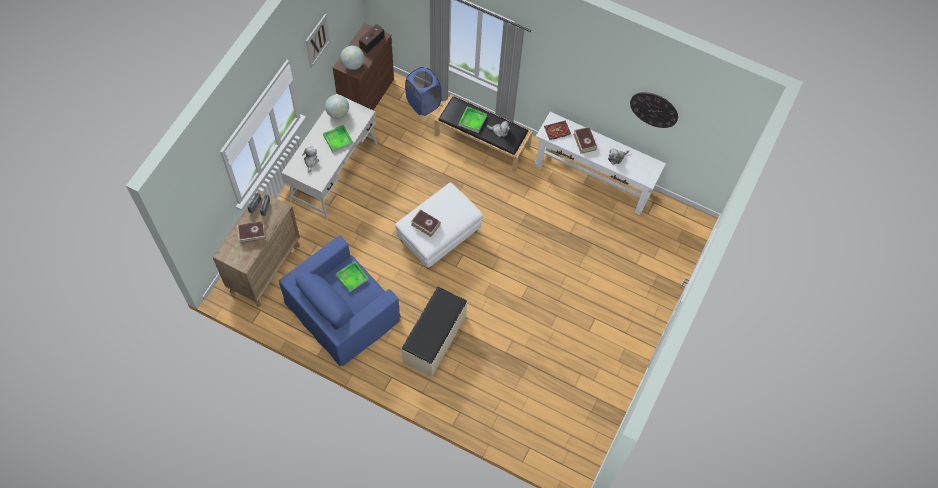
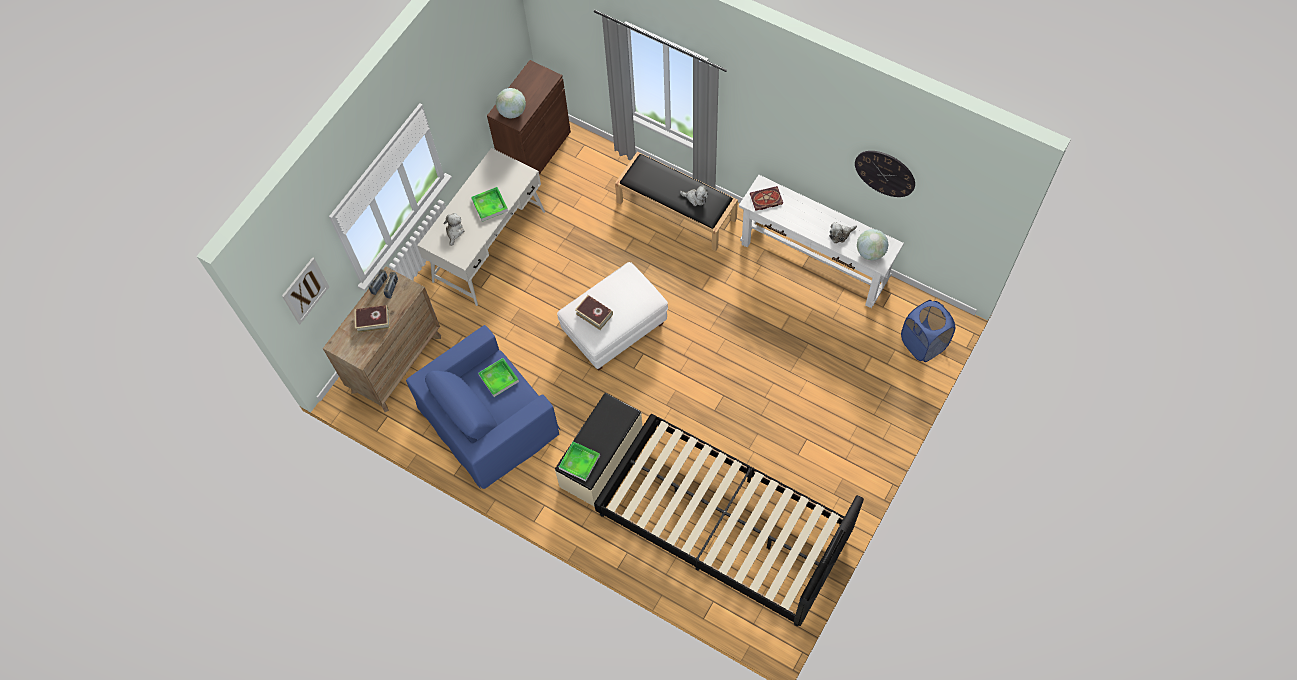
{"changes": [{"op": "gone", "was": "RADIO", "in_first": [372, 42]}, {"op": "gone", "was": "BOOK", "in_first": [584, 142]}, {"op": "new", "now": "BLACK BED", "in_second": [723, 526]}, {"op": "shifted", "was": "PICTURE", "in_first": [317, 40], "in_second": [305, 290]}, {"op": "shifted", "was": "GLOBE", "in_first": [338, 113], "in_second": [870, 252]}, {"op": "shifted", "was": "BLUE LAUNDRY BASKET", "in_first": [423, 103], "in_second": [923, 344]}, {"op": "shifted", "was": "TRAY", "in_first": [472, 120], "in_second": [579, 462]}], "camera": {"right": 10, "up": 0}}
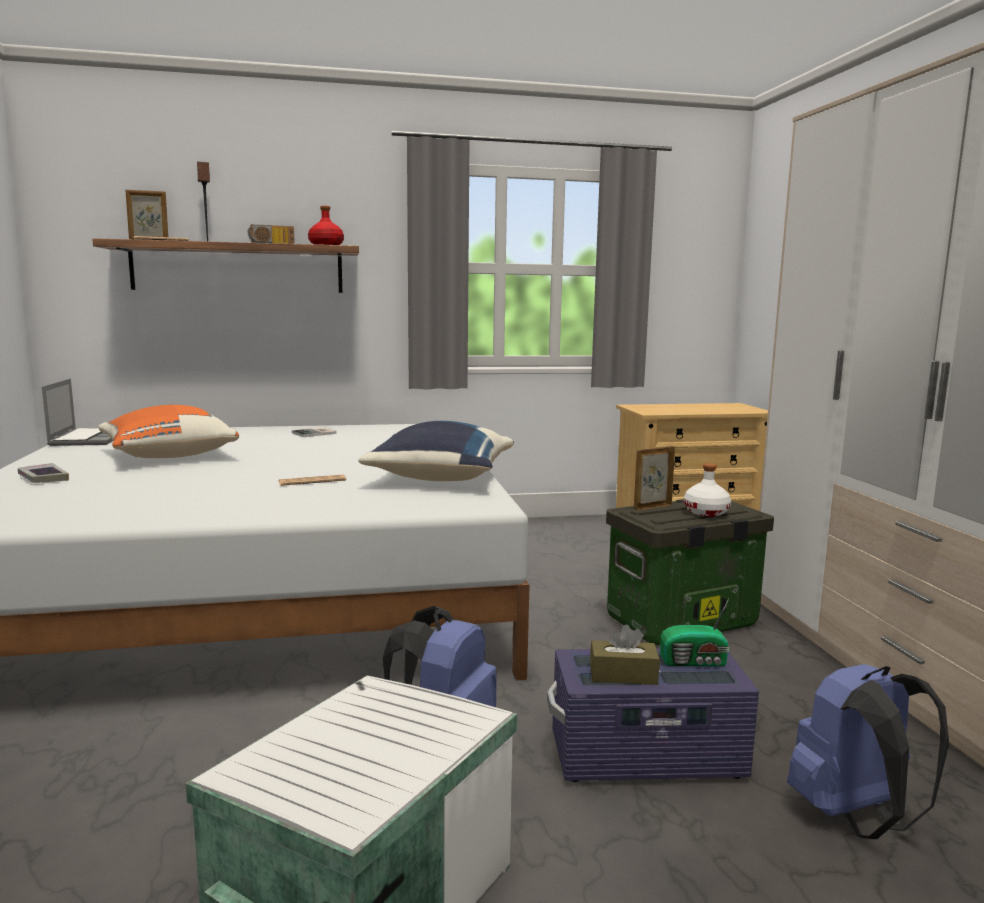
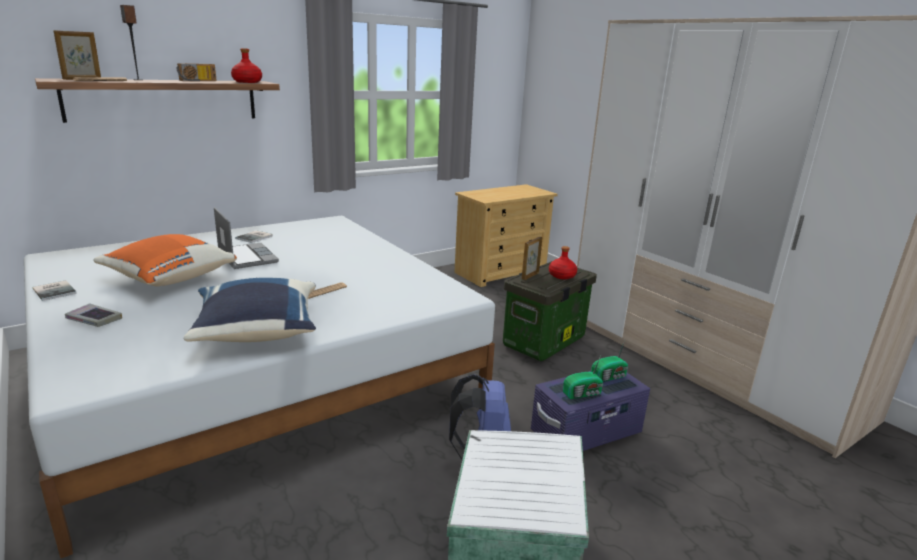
{"changes": [{"op": "gone", "was": "BLUE BACKPACK", "in_first": [855, 817]}, {"op": "new", "now": "BOOK", "in_second": [55, 290]}, {"op": "shifted", "was": "LAPTOP", "in_first": [88, 439], "in_second": [246, 257]}, {"op": "shifted", "was": "BLUE PILLOW", "in_first": [438, 478], "in_second": [256, 332]}, {"op": "swapped", "was": "BROWN TISSUE BOX", "now": "RADIO", "in_first": [623, 675], "in_second": [583, 393]}, {"op": "repainted", "was": "WHITE BOTTLE", "now": "RED BOTTLE", "in_first": [706, 512], "in_second": [562, 276]}], "camera": {"right": -25, "up": 10}}
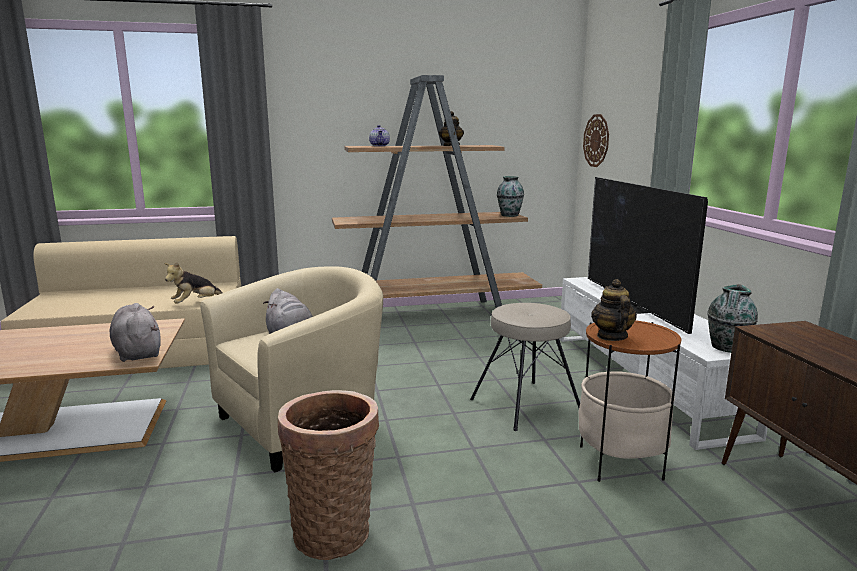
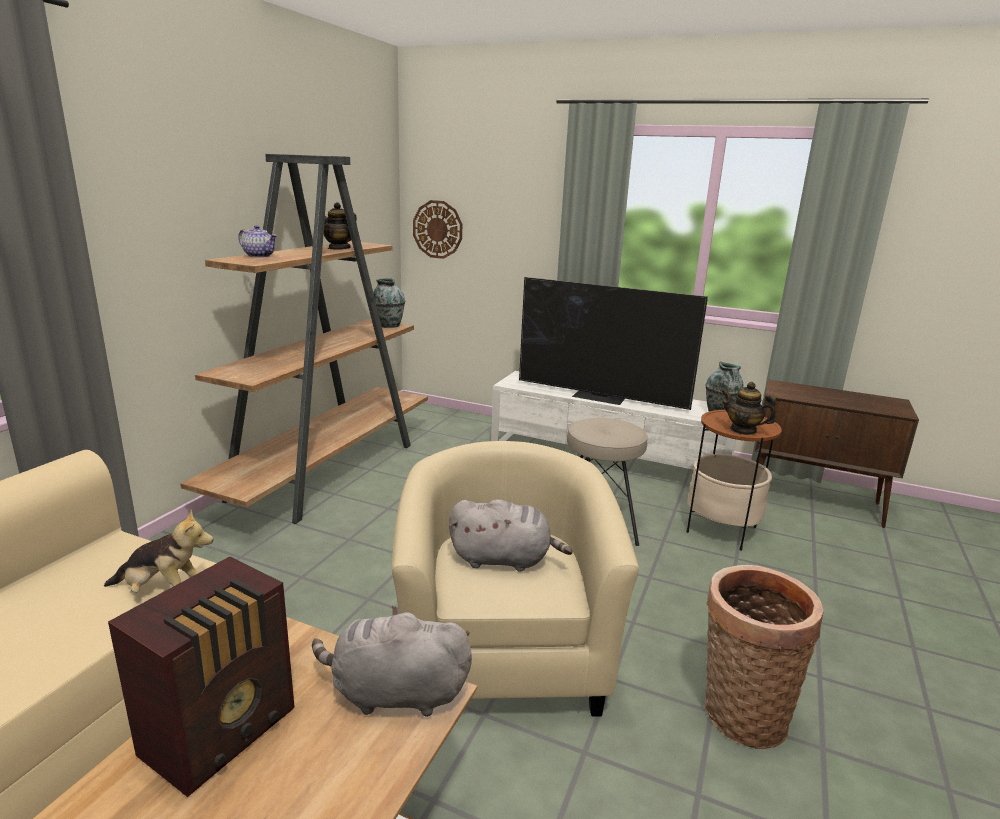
{"changes": [{"op": "new", "now": "RADIO", "in_second": [223, 731]}, {"op": "rotated", "was": "PLUSH TOY", "in_first": [196, 304], "in_second": [163, 591], "clockwise": -75}], "camera": {"right": -55, "up": 5}}
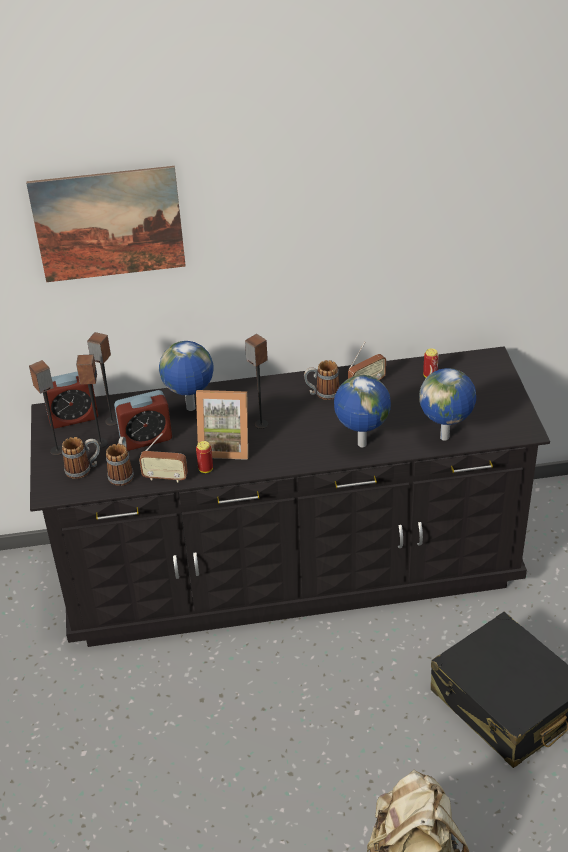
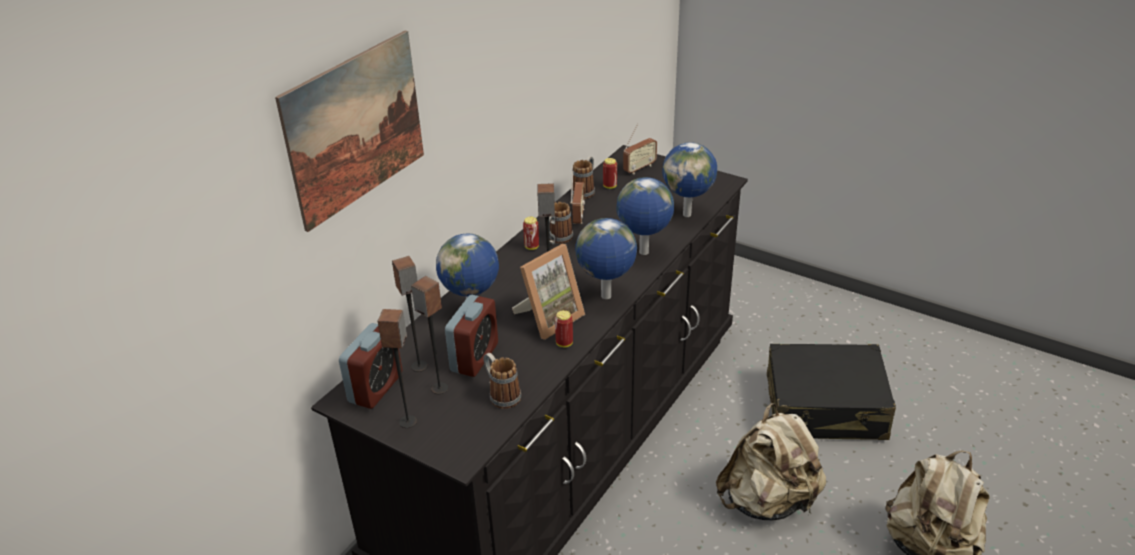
{"changes": [{"op": "new", "now": "CAN", "in_second": [531, 247]}, {"op": "new", "now": "GLOBE", "in_second": [606, 297]}, {"op": "new", "now": "BEIGE BACKPACK", "in_second": [767, 501]}, {"op": "shifted", "was": "MUG", "in_first": [84, 469], "in_second": [585, 191]}, {"op": "shifted", "was": "RADIO", "in_first": [165, 477], "in_second": [639, 168]}], "camera": {"right": -50, "up": -5}}
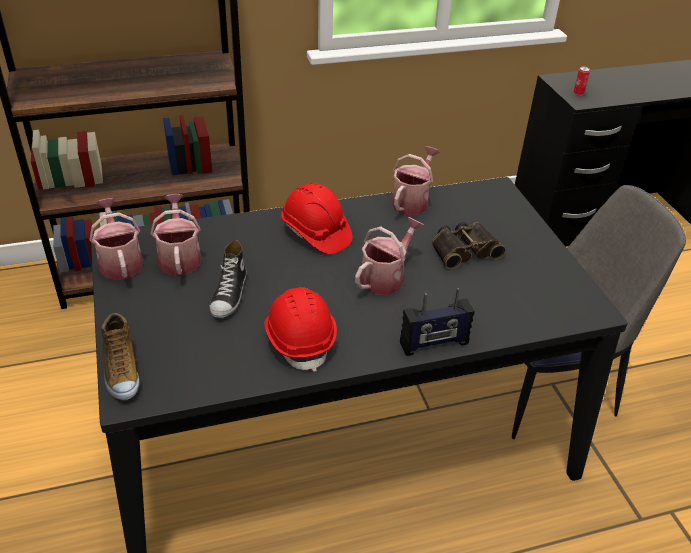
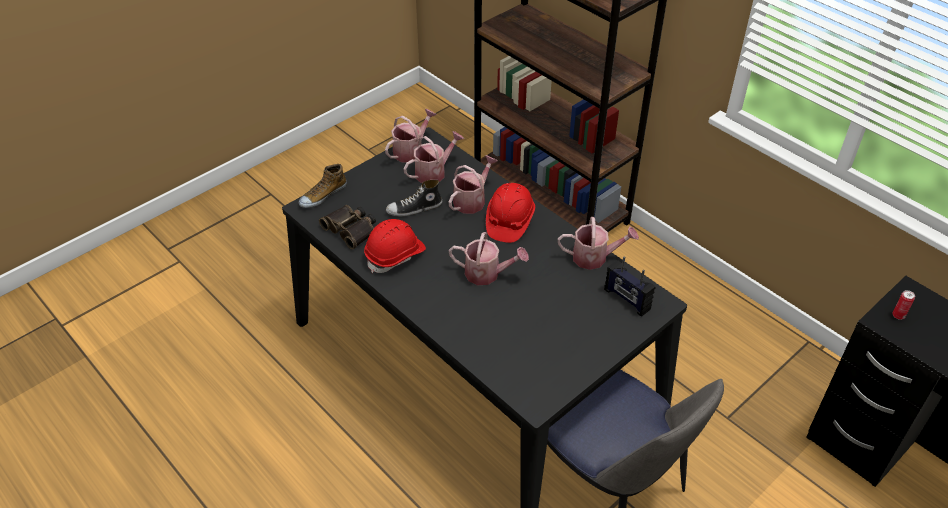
{"changes": [{"op": "new", "now": "WATERING CAN", "in_second": [472, 200]}, {"op": "shifted", "was": "RADIO", "in_first": [434, 344], "in_second": [626, 300]}, {"op": "shifted", "was": "BINOCULARS", "in_first": [463, 250], "in_second": [351, 229]}], "camera": {"right": 65, "up": 5}}
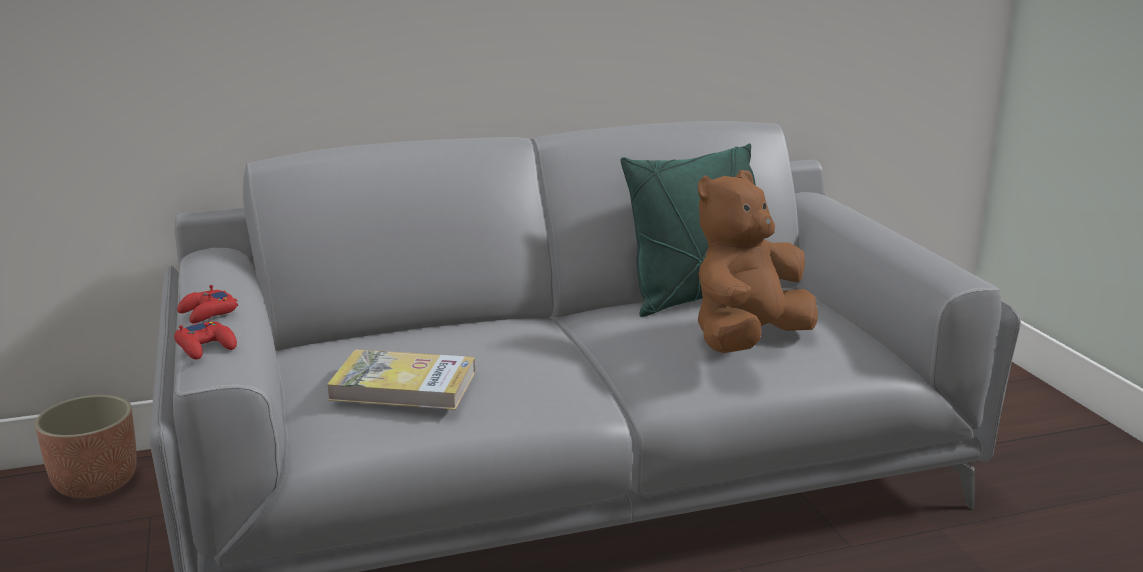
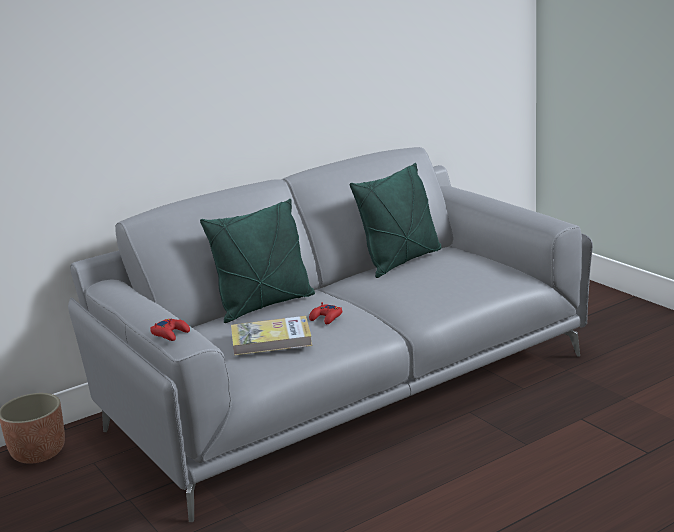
{"changes": [{"op": "gone", "was": "BROWN PLUSH TOY", "in_first": [747, 341]}, {"op": "new", "now": "GREEN PILLOW", "in_second": [264, 305]}, {"op": "shifted", "was": "RED GAME CONTROLLER", "in_first": [207, 313], "in_second": [326, 318]}], "camera": {"right": -15, "up": 0}}
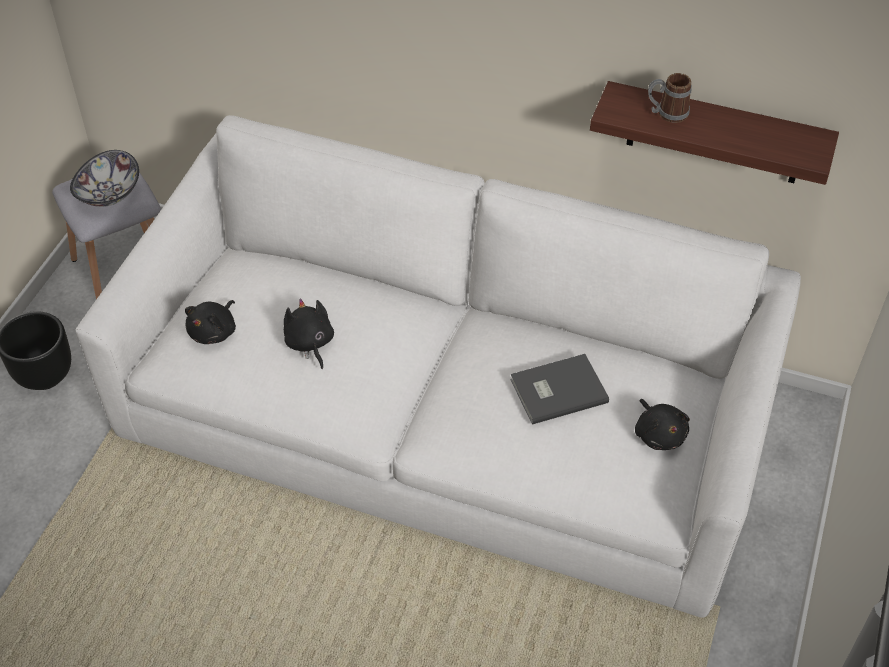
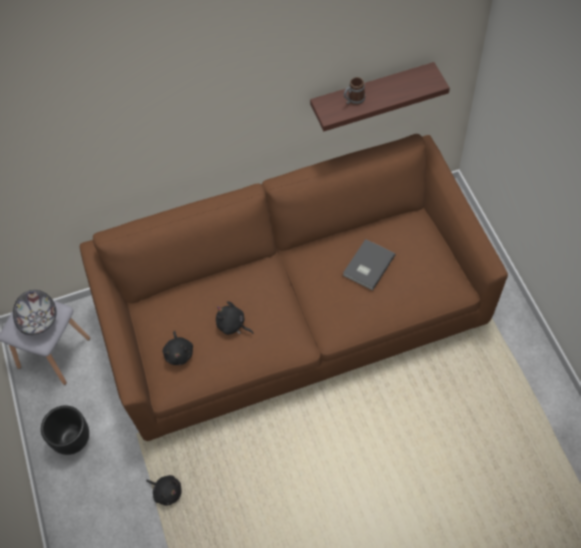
{"changes": [{"op": "shifted", "was": "BLACK PLUSH TOY", "in_first": [659, 434], "in_second": [167, 492]}, {"op": "repainted", "was": "WHITE SOFA", "now": "BROWN SOFA", "in_first": [445, 414], "in_second": [293, 311]}], "camera": {"right": -35, "up": 10}}
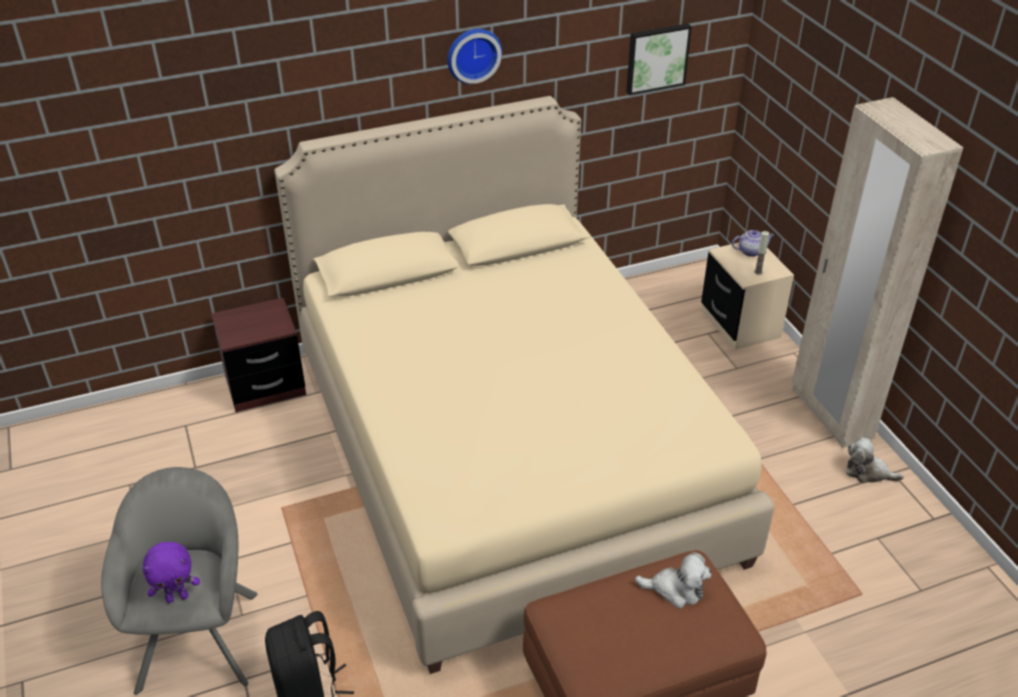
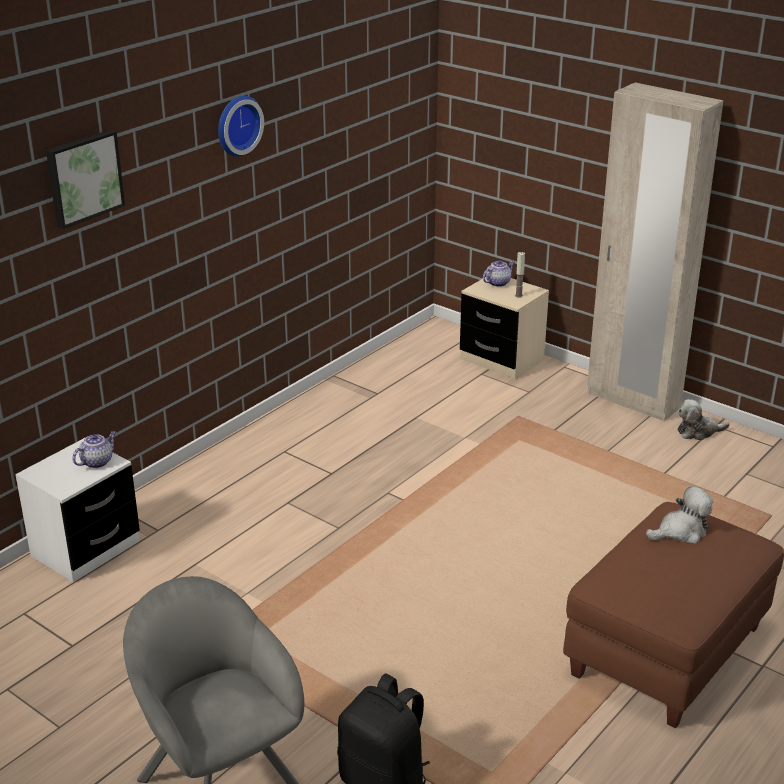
{"changes": [{"op": "gone", "was": "PURPLE PLUSH TOY", "in_first": [177, 597]}, {"op": "gone", "was": "BEIGE BED", "in_first": [508, 453]}, {"op": "new", "now": "TEAPOT", "in_second": [97, 461]}, {"op": "shifted", "was": "PICTURE", "in_first": [656, 58], "in_second": [83, 177]}, {"op": "repainted", "was": "BROWN NIGHTSTAND", "now": "WHITE NIGHTSTAND", "in_first": [265, 386], "in_second": [86, 549]}], "camera": {"right": -30, "up": -10}}
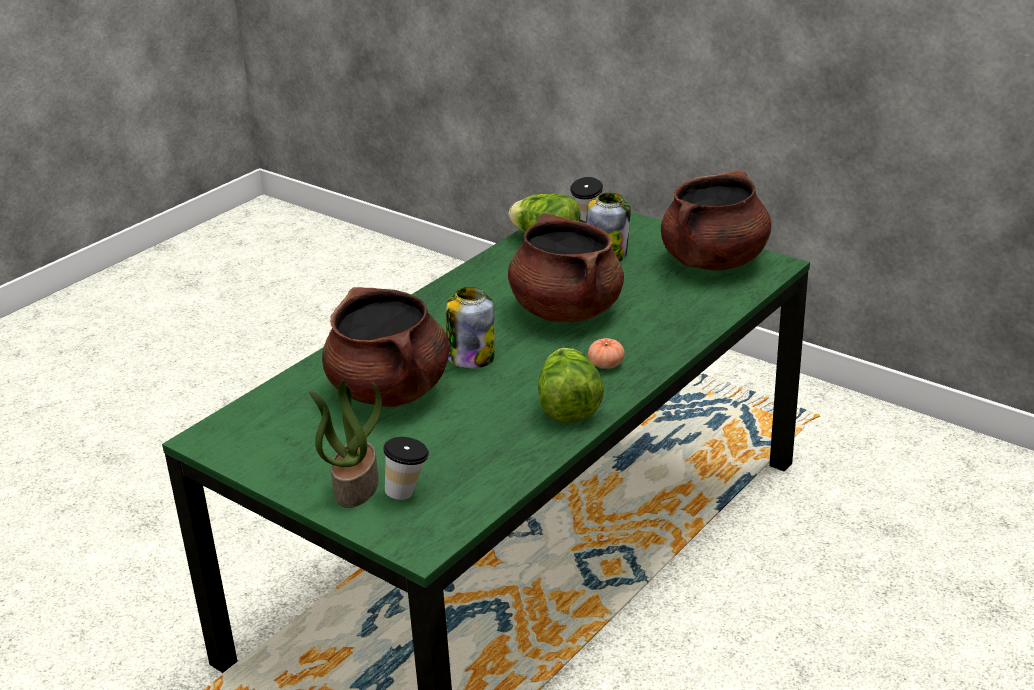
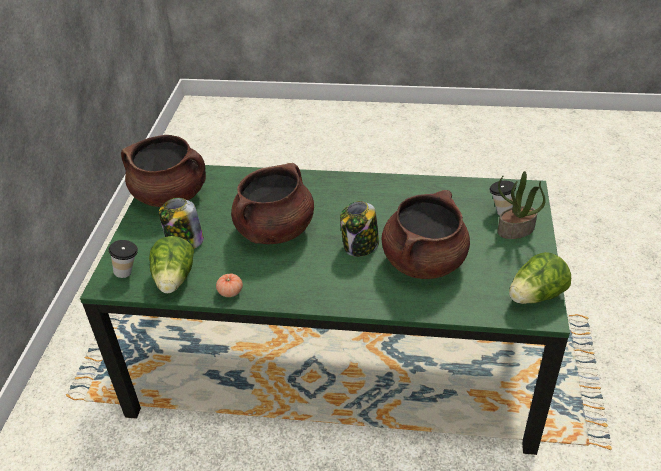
{"changes": [{"op": "shifted", "was": "LETTUCE", "in_first": [568, 407], "in_second": [536, 296]}, {"op": "shifted", "was": "TOMATO", "in_first": [606, 364], "in_second": [230, 292]}], "camera": {"right": -120, "up": 10}}
